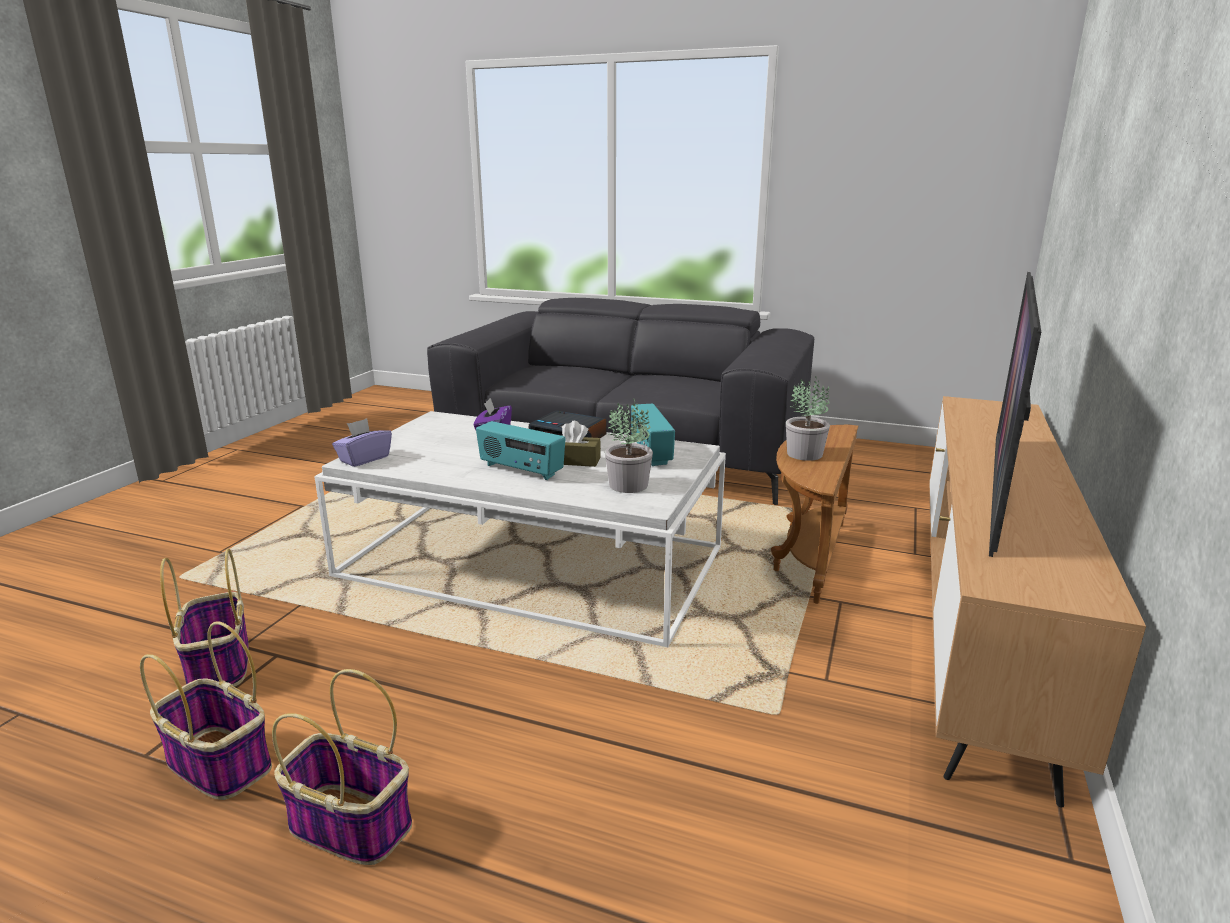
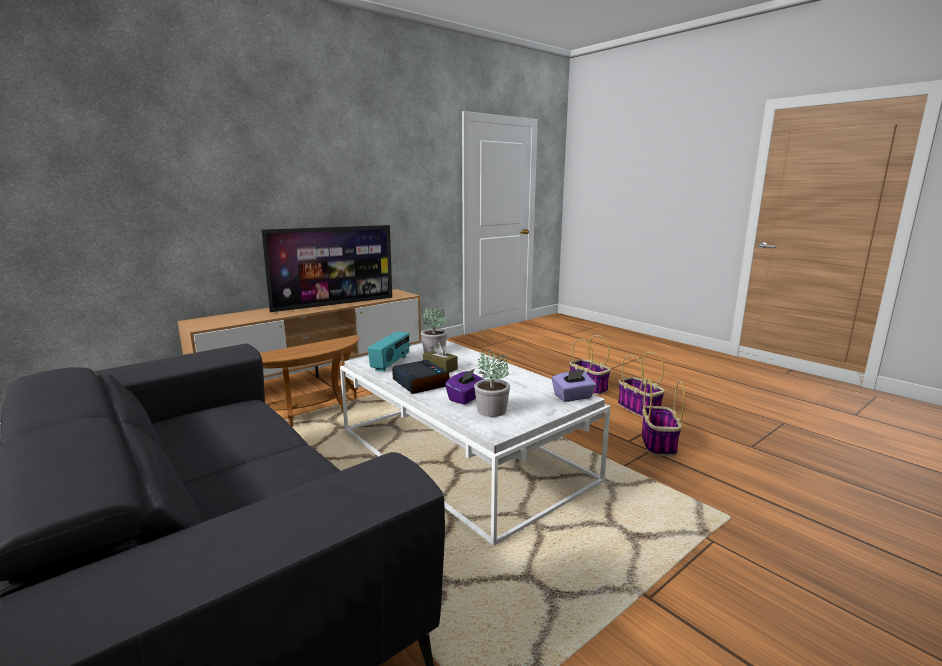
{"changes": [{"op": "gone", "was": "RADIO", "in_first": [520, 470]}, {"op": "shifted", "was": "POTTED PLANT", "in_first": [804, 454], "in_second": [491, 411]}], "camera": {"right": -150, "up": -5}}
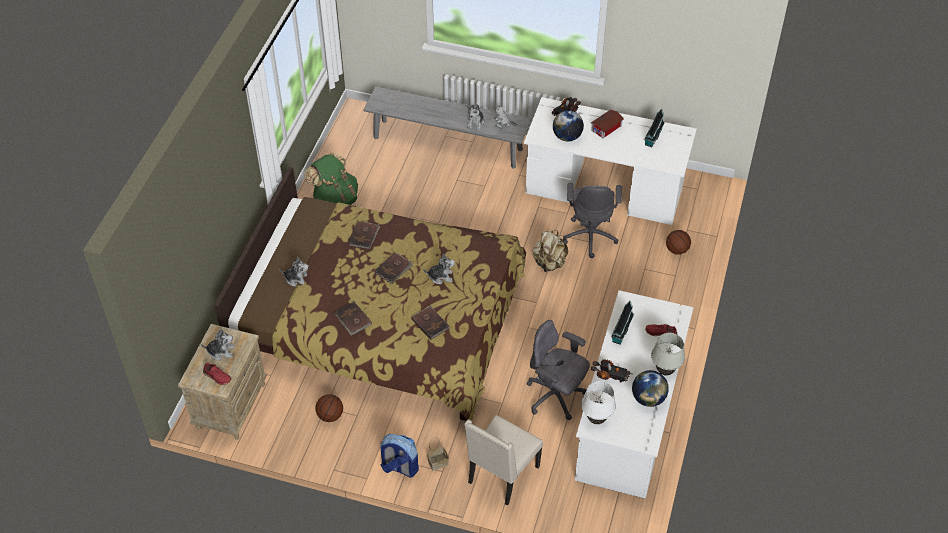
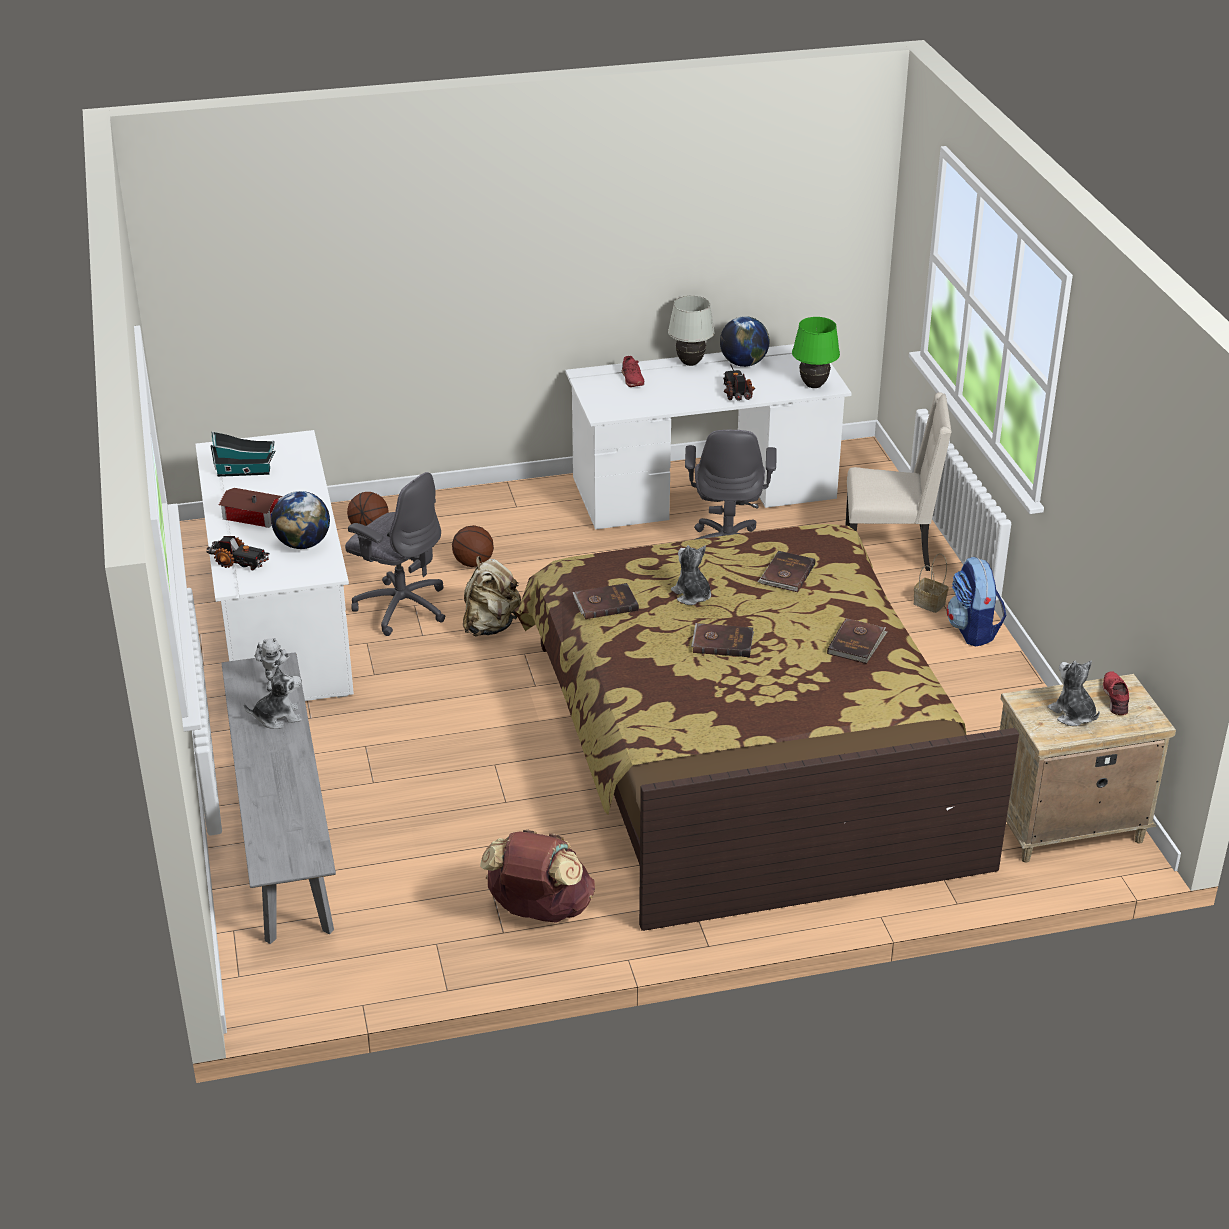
{"changes": [{"op": "gone", "was": "PLUSH TOY", "in_first": [297, 279]}, {"op": "gone", "was": "TOY HOUSE", "in_first": [621, 332]}, {"op": "shifted", "was": "BASKETBALL", "in_first": [330, 416], "in_second": [474, 563]}, {"op": "shifted", "was": "BROWN BOOK", "in_first": [364, 236], "in_second": [605, 603]}, {"op": "repainted", "was": "GREEN BACKPACK", "now": "BROWN BACKPACK", "in_first": [335, 200], "in_second": [539, 911]}, {"op": "repainted", "was": "WHITE TABLE LAMP", "now": "GREEN TABLE LAMP", "in_first": [596, 420], "in_second": [814, 385]}, {"op": "rotated", "was": "GREY OFFICE CHAIR", "in_first": [590, 236], "in_second": [401, 607], "clockwise": 60}], "camera": {"right": -120, "up": -15}}
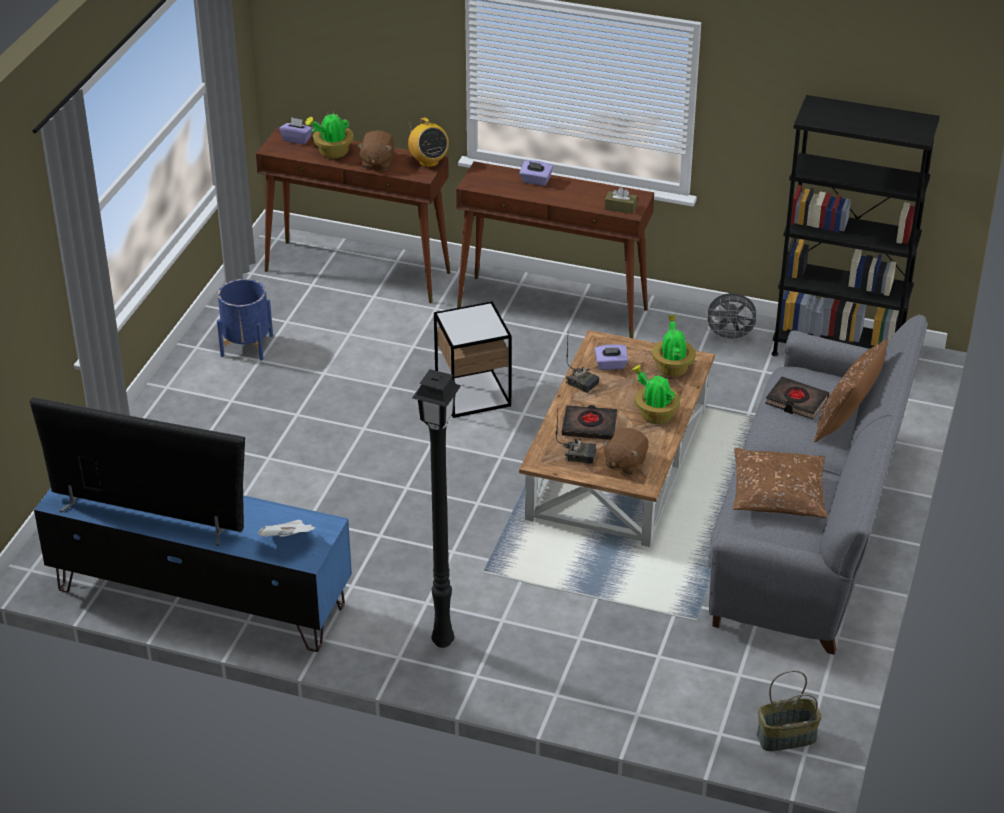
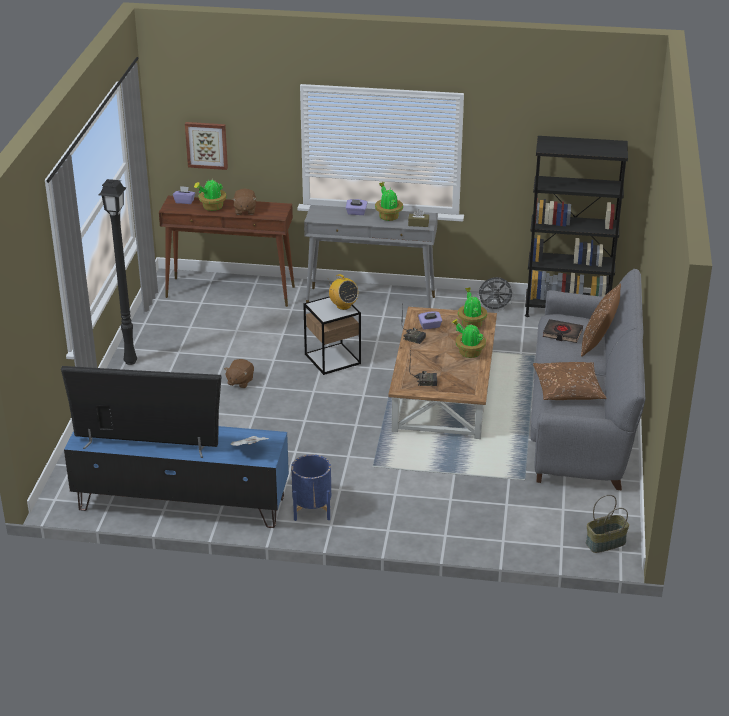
{"changes": [{"op": "gone", "was": "BLACK BOOK", "in_first": [589, 426]}, {"op": "new", "now": "PICTURE", "in_second": [206, 145]}, {"op": "new", "now": "POTTED PLANT", "in_second": [388, 216]}, {"op": "shifted", "was": "BLUE PLANTER", "in_first": [247, 345], "in_second": [312, 509]}, {"op": "shifted", "was": "RADIO", "in_first": [428, 162], "in_second": [343, 306]}, {"op": "shifted", "was": "BLACK FLOOR LAMP", "in_first": [443, 642], "in_second": [131, 362]}, {"op": "shifted", "was": "BROWN PLUSH TOY", "in_first": [624, 462], "in_second": [240, 381]}, {"op": "repainted", "was": "BROWN CONSOLE TABLE", "now": "GREY CONSOLE TABLE", "in_first": [553, 308], "in_second": [371, 302]}], "camera": {"right": -10, "up": -5}}
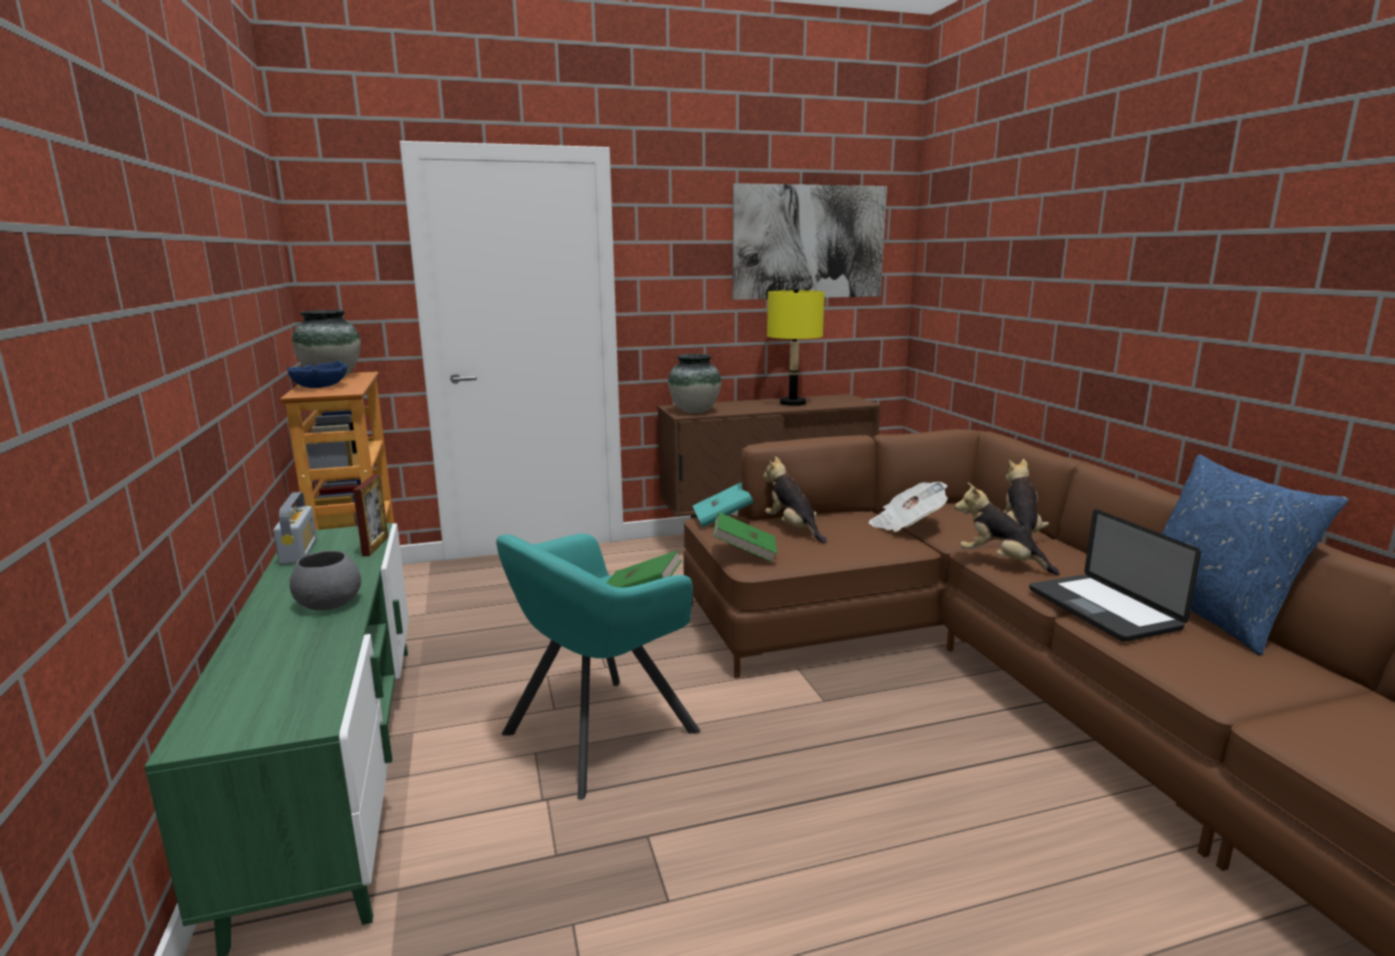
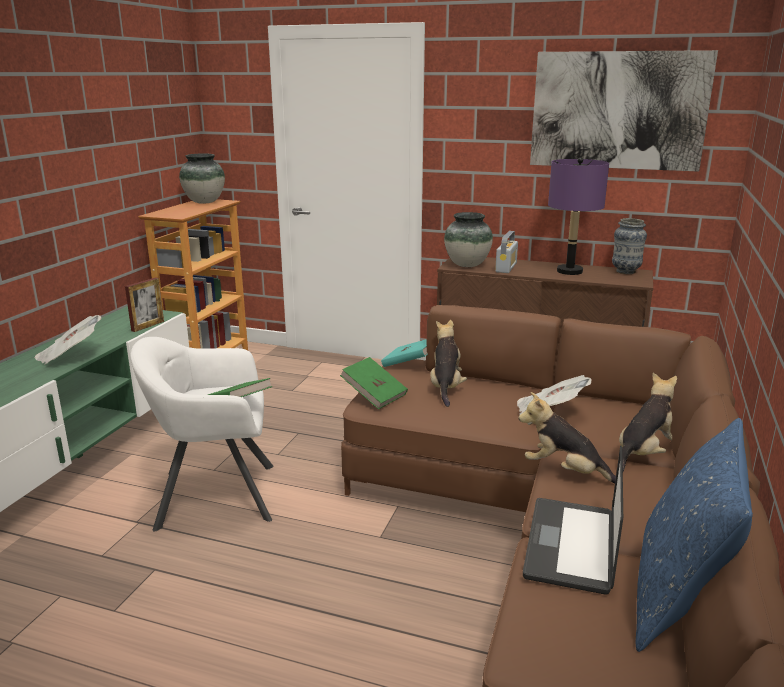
{"changes": [{"op": "gone", "was": "BLUE BOWL", "in_first": [319, 387]}, {"op": "new", "now": "VASE", "in_second": [625, 271]}, {"op": "shifted", "was": "RADIO", "in_first": [299, 552], "in_second": [506, 267]}, {"op": "swapped", "was": "GREY BOWL", "now": "NEWSPAPER", "in_first": [329, 603], "in_second": [70, 356]}, {"op": "repainted", "was": "TURQUOISE ARMCHAIR", "now": "WHITE ARMCHAIR", "in_first": [598, 732], "in_second": [216, 495]}, {"op": "repainted", "was": "YELLOW TABLE LAMP", "now": "PURPLE TABLE LAMP", "in_first": [792, 403], "in_second": [569, 271]}, {"op": "rotated", "was": "PLUSH TOY", "in_first": [1000, 562], "in_second": [565, 471], "clockwise": -45}], "camera": {"right": 35, "up": 5}}
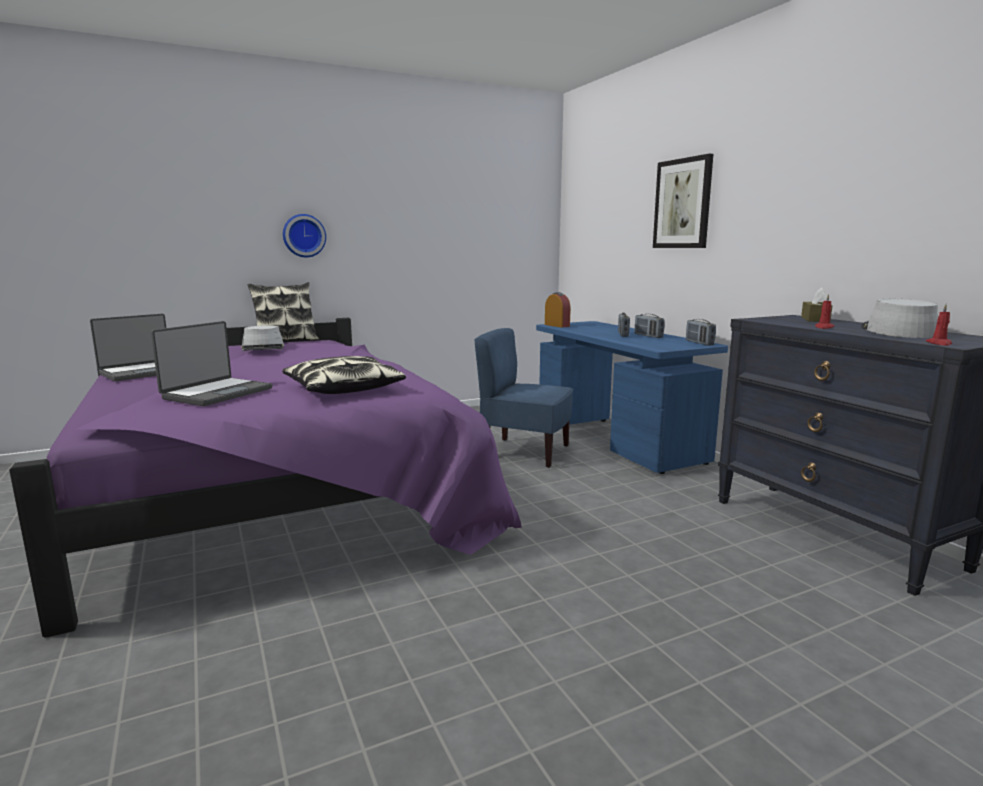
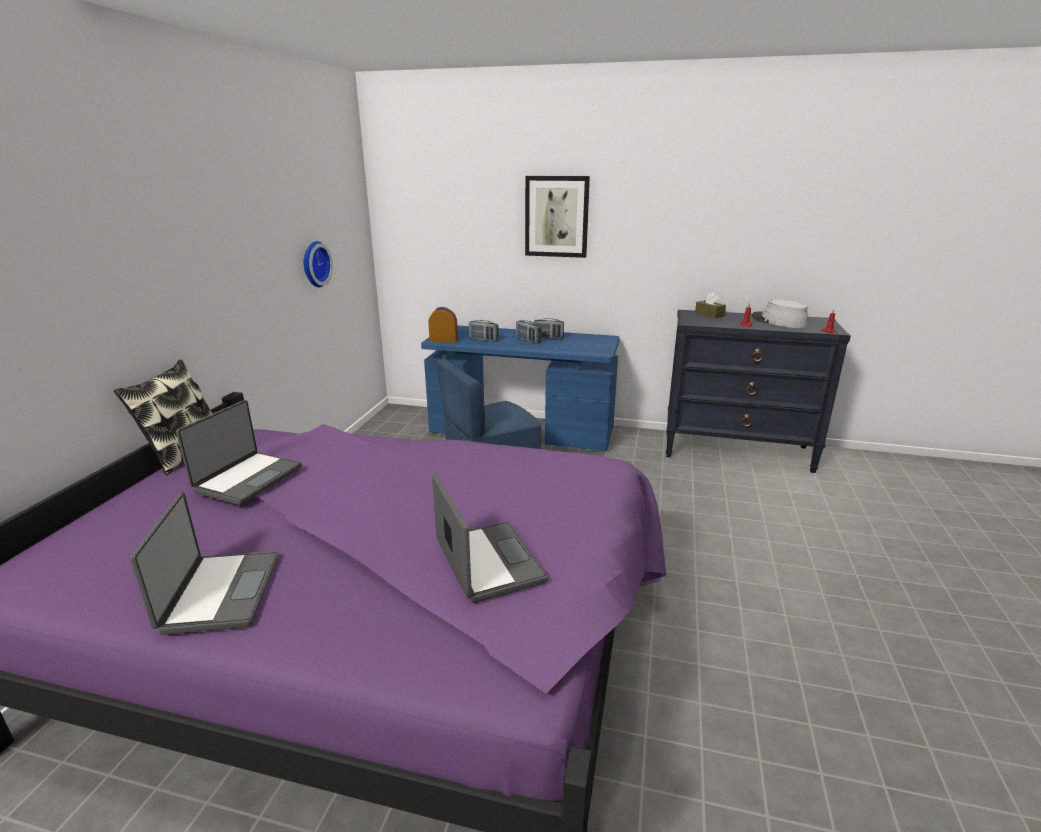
{"changes": [{"op": "gone", "was": "PILLOW", "in_first": [343, 389]}, {"op": "shifted", "was": "WALL CLOCK", "in_first": [304, 235], "in_second": [314, 264]}, {"op": "shifted", "was": "RADIO", "in_first": [699, 343], "in_second": [483, 340]}, {"op": "swapped", "was": "GREY HAT", "now": "LAPTOP", "in_first": [263, 348], "in_second": [247, 478]}], "camera": {"right": -50, "up": 10}}
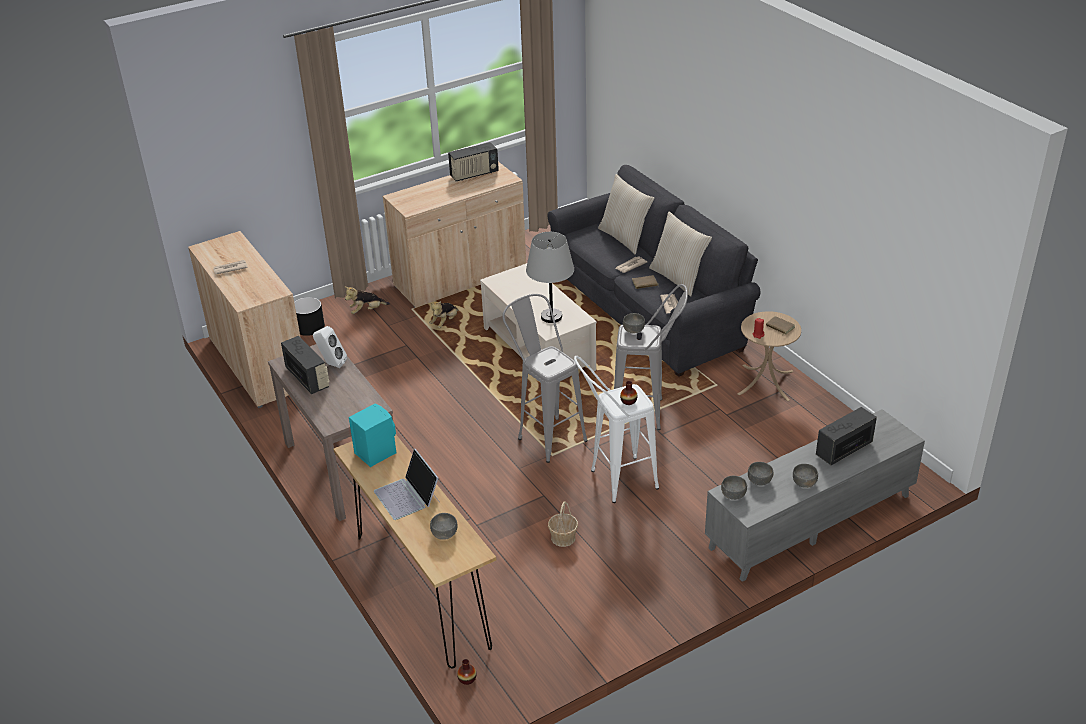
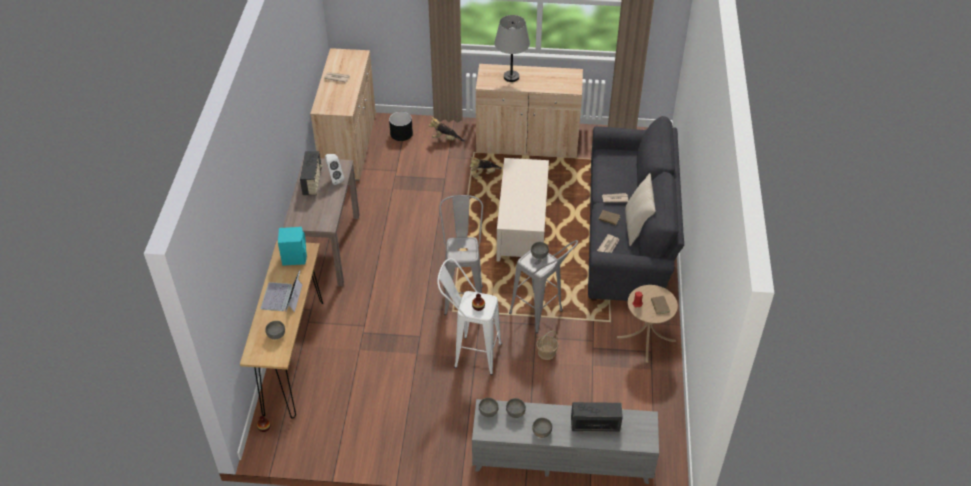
{"changes": [{"op": "gone", "was": "RADIO", "in_first": [474, 174]}, {"op": "gone", "was": "BEIGE PILLOW", "in_first": [625, 238]}, {"op": "shifted", "was": "GREY TABLE LAMP", "in_first": [551, 317], "in_second": [511, 77]}, {"op": "shifted", "was": "BASKET", "in_first": [563, 538], "in_second": [546, 352]}], "camera": {"right": 35, "up": 10}}
